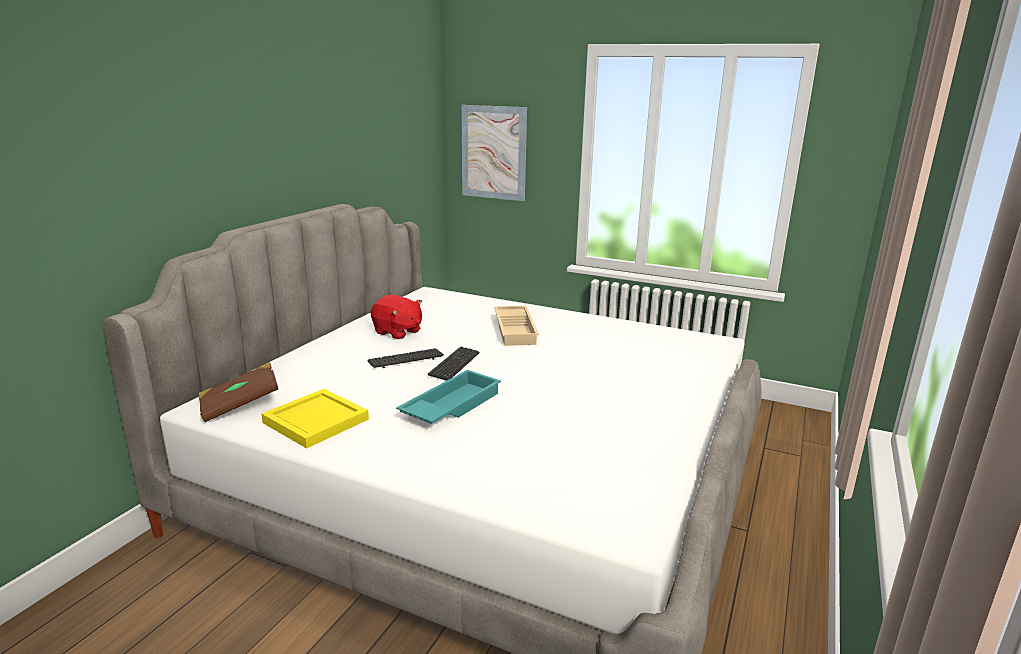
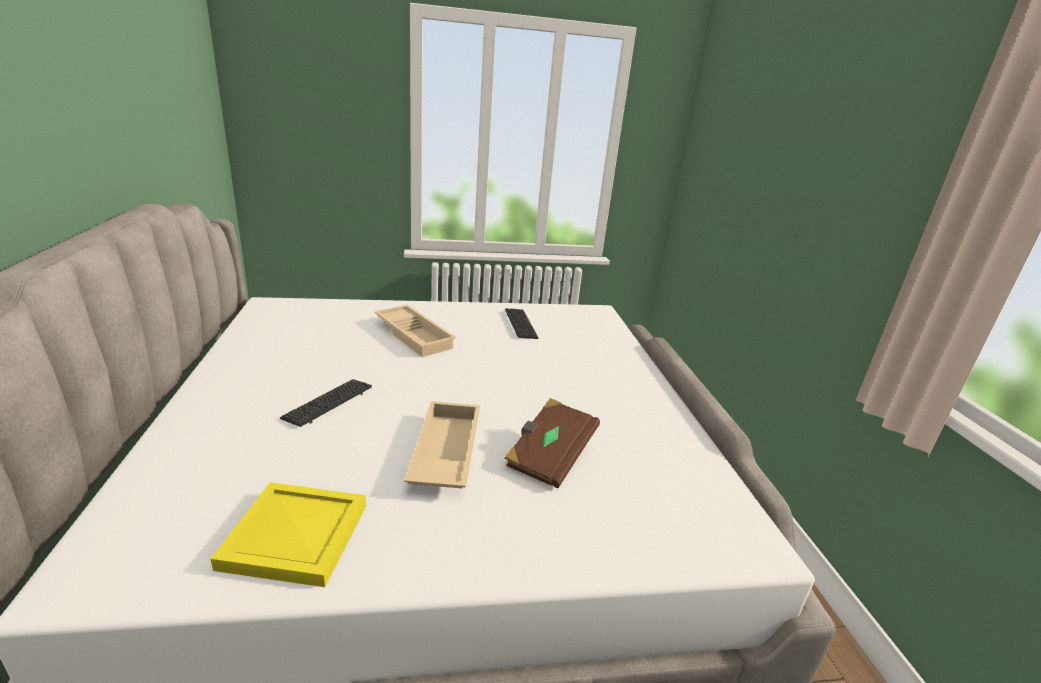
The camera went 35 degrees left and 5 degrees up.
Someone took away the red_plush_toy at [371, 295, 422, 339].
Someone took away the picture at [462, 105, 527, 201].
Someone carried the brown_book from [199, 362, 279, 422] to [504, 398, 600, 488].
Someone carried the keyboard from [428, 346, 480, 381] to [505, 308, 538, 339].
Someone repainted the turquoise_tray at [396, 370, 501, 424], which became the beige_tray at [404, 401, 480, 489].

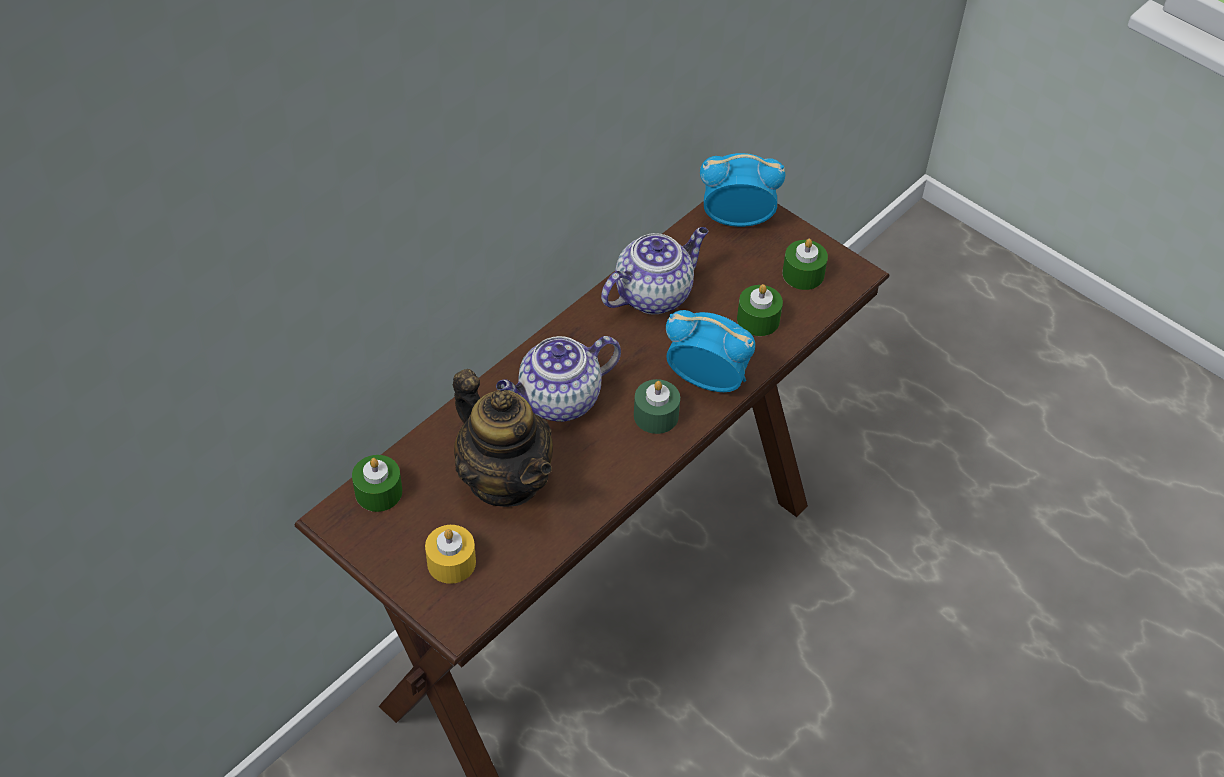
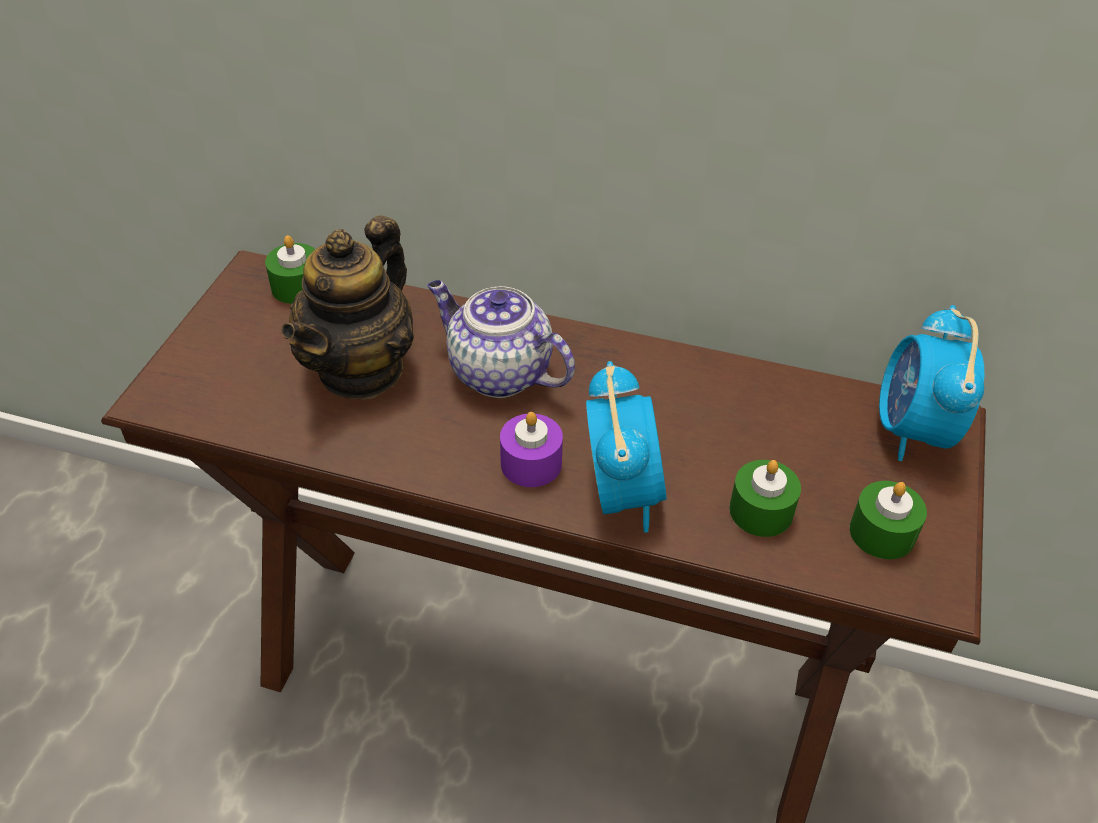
The camera went 65 degrees right and 5 degrees down.
Someone took away the yellow_candle at [425, 525, 476, 584].
Someone took away the teapot at [601, 227, 708, 315].
Someone repainted the green_candle at [634, 379, 680, 434], which became the purple_candle at [500, 412, 563, 487].
Someone rotated the alarm_clock at [700, 153, 785, 227] by 150 degrees counterclockwise.

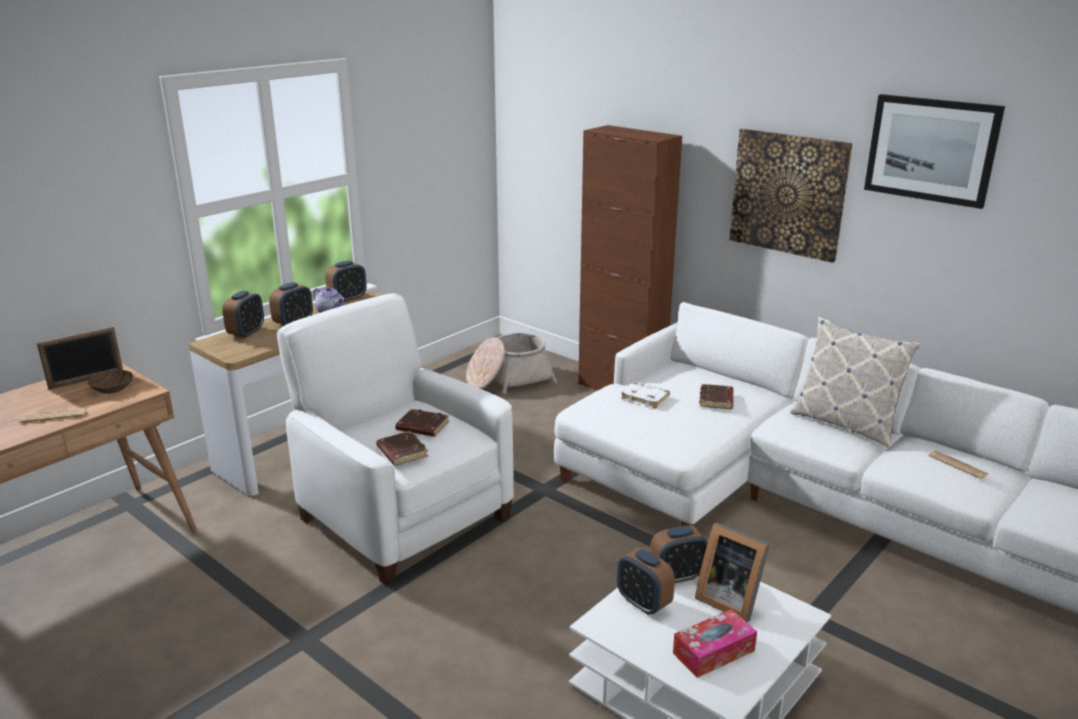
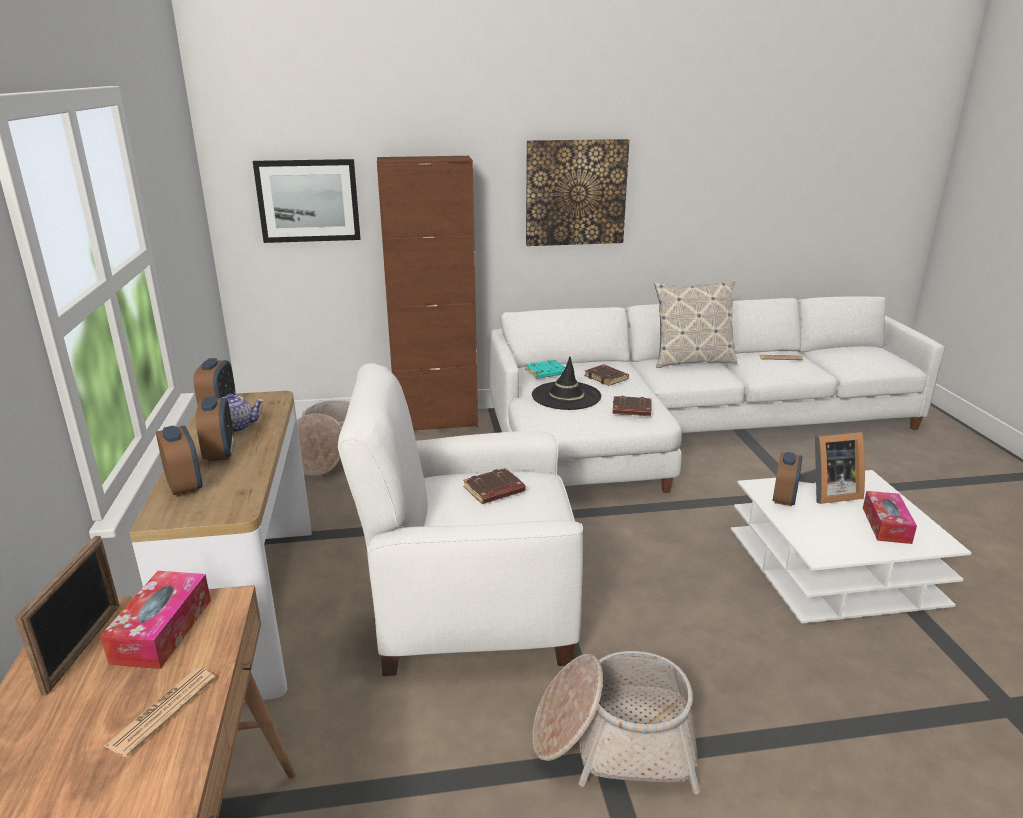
The camera went 50 degrees left and 0 degrees up.
Someone took away the alarm_clock at [617, 547, 675, 615].
Someone put down the turquoise_book at [525, 360, 565, 379].
Someone put down the basket at [532, 651, 700, 794].
Someone carried the brown_book from [376, 431, 428, 466] to [613, 396, 652, 416].
Someone carried the picture from [864, 94, 1005, 209] to [253, 159, 361, 243].
Someone swapped the brown_bowl at [88, 370, 133, 394] for the tissue_box at [100, 571, 211, 669].
Someone swapped the white_book at [621, 382, 670, 408] for the black_hat at [532, 357, 601, 410].

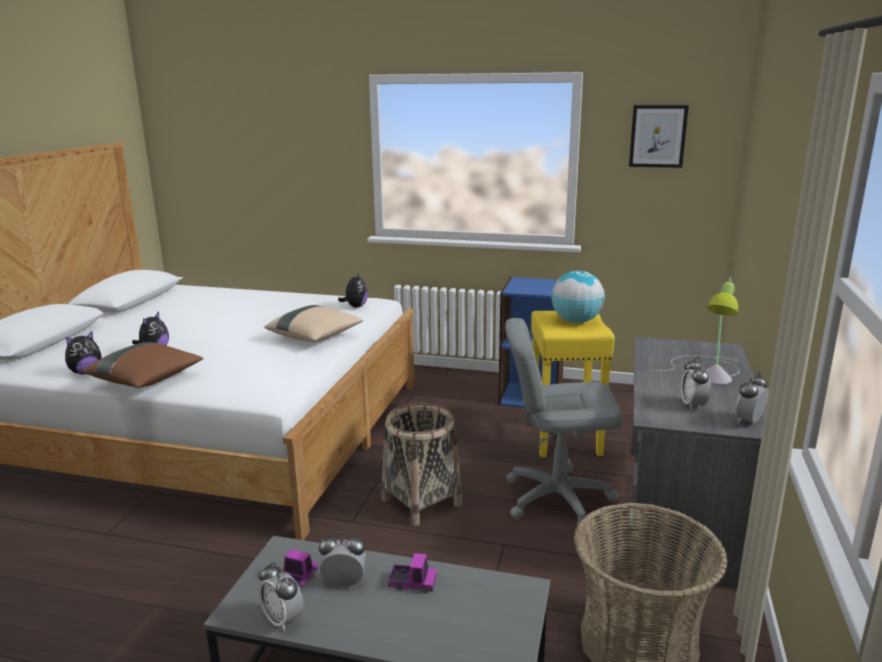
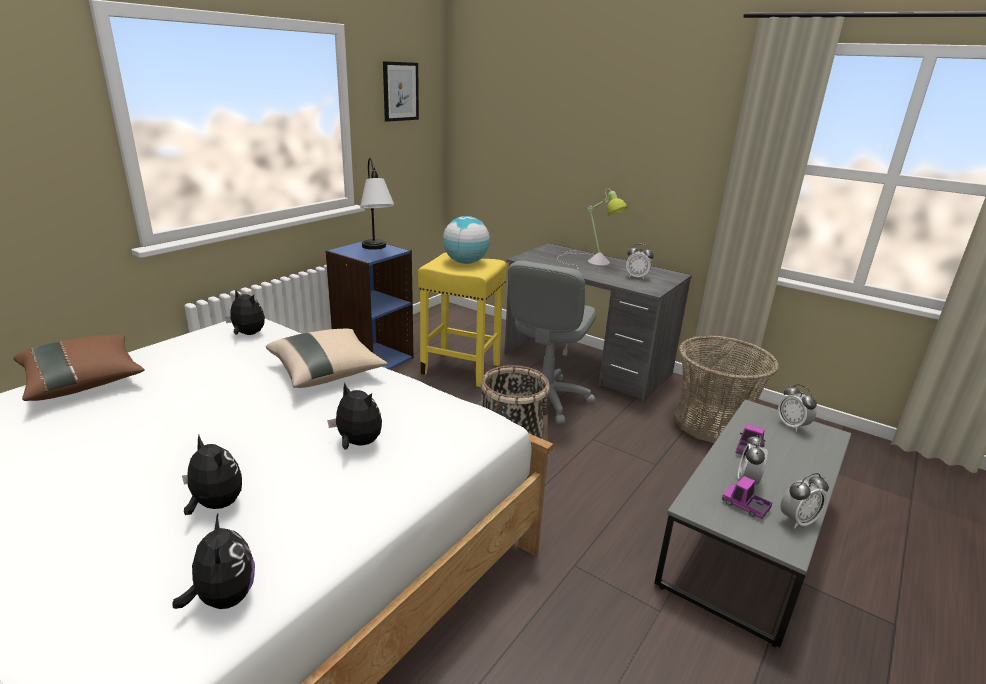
The camera went 70 degrees left and 5 degrees up.
Someone put down the plush_toy at [327, 383, 382, 450].
Someone put down the table_lamp at [360, 158, 395, 250].
Someone carried the brown_pillow from [82, 342, 203, 388] to [14, 335, 145, 401].
Someone carried the alarm_clock from [735, 372, 769, 424] to [778, 384, 817, 432].

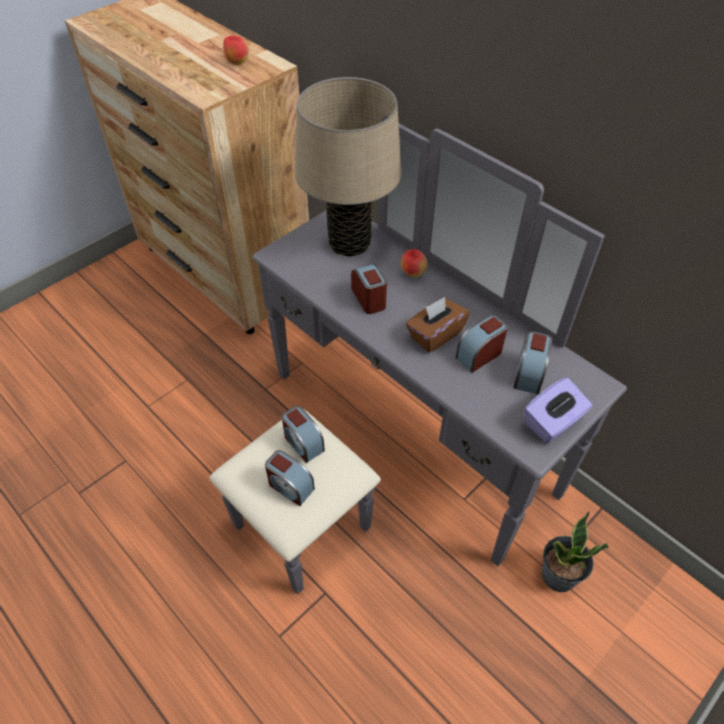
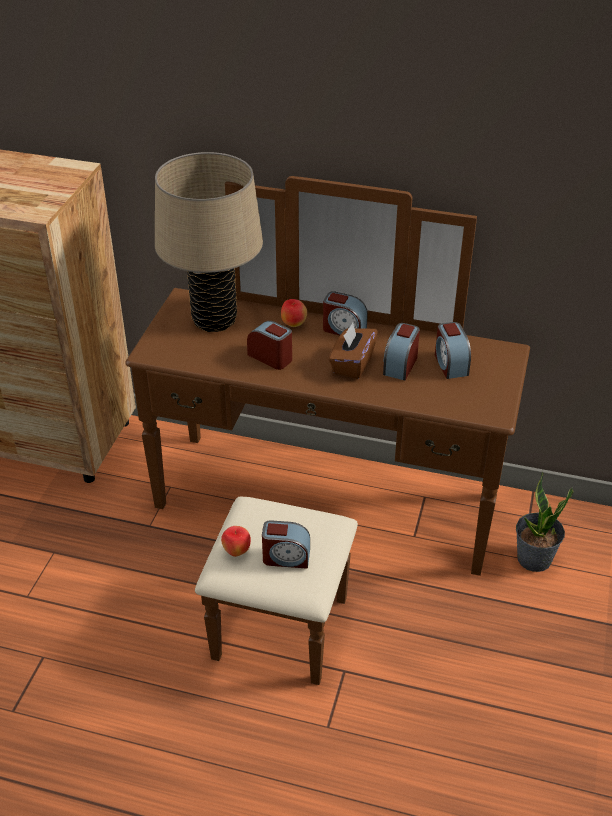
The camera went 30 degrees left and 10 degrees down.
Someone took away the purple_tissue_box at [524, 377, 592, 443].
Someone carried the apple from [223, 35, 249, 65] to [221, 526, 251, 557].
Someone carried the alarm_clock from [282, 406, 325, 463] to [323, 291, 368, 335].
Someone repainted the grey_dresser at [209, 116, 627, 594], which became the brown_dresser at [125, 176, 530, 685].

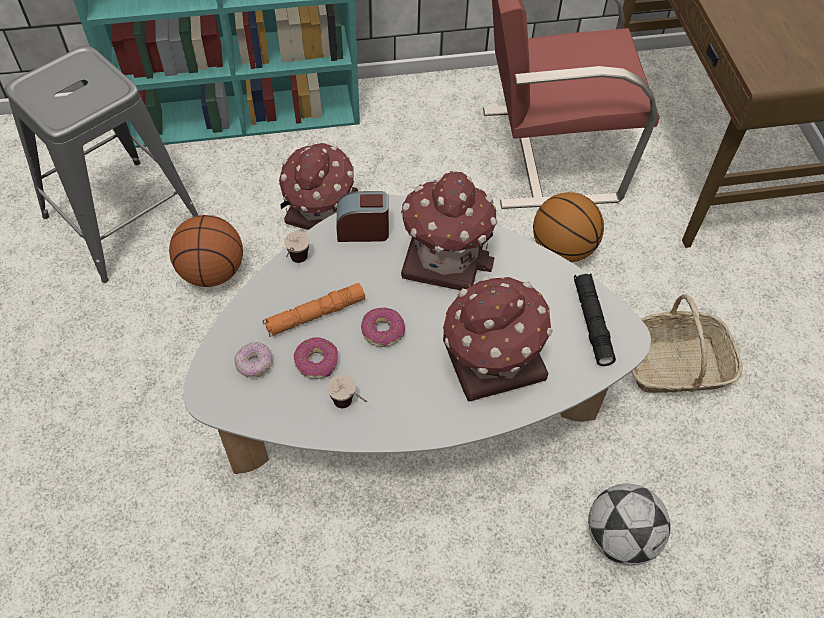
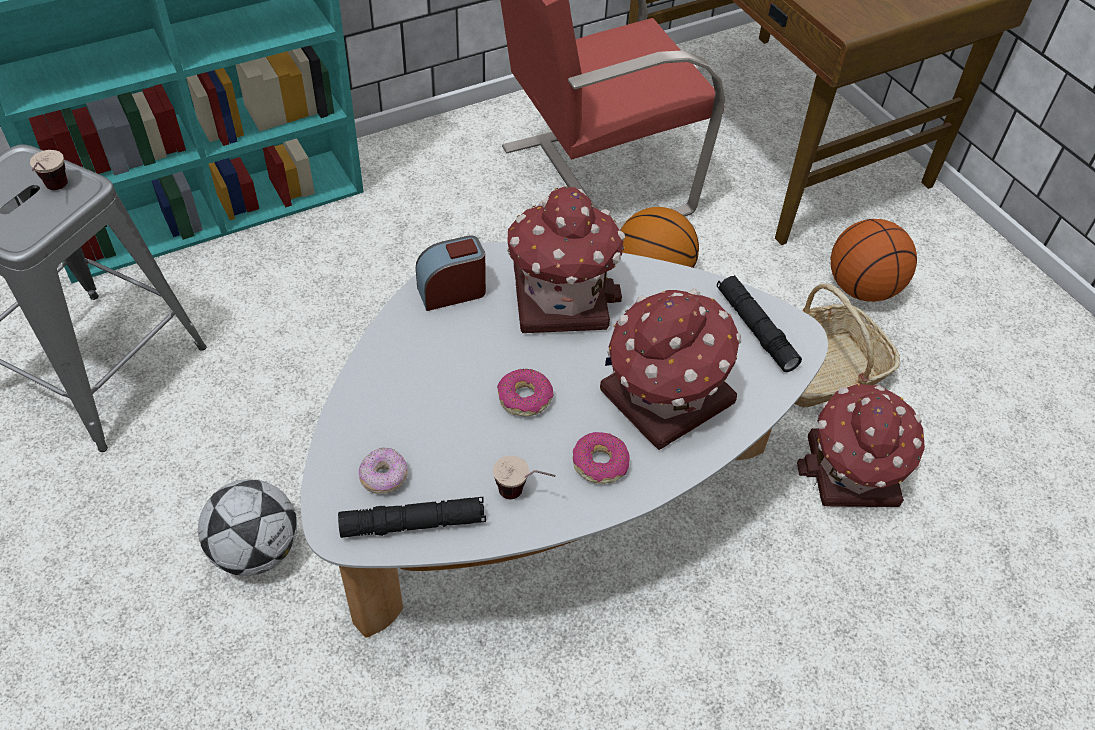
The camera went 20 degrees left and 5 degrees down.
Someone took away the orange_flashlight at [262, 283, 365, 337].
Someone put down the black_flashlight at [338, 497, 486, 538].
Someone carried the basketball from [169, 215, 243, 287] to [831, 219, 917, 302].
Someone carried the toy_house from [279, 142, 358, 230] to [797, 384, 925, 507].
Someone carried the cup from [284, 231, 310, 263] to [30, 150, 68, 190].
Someone carried the donut from [294, 337, 338, 379] to [573, 432, 630, 484].
Someone carried the football from [588, 483, 670, 566] to [198, 479, 297, 576].

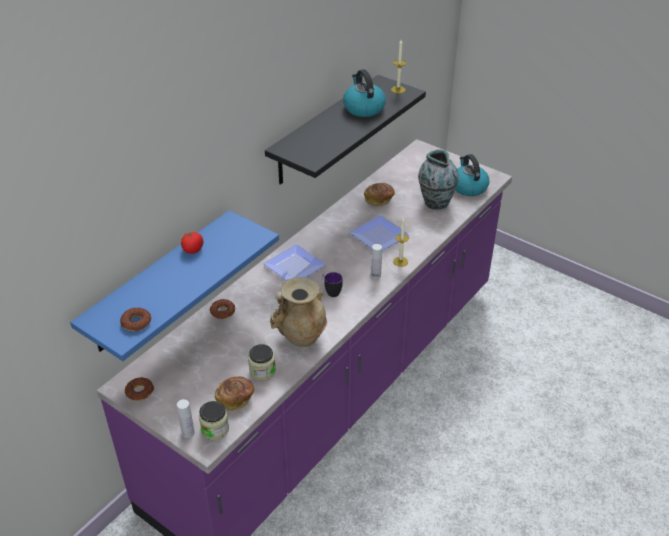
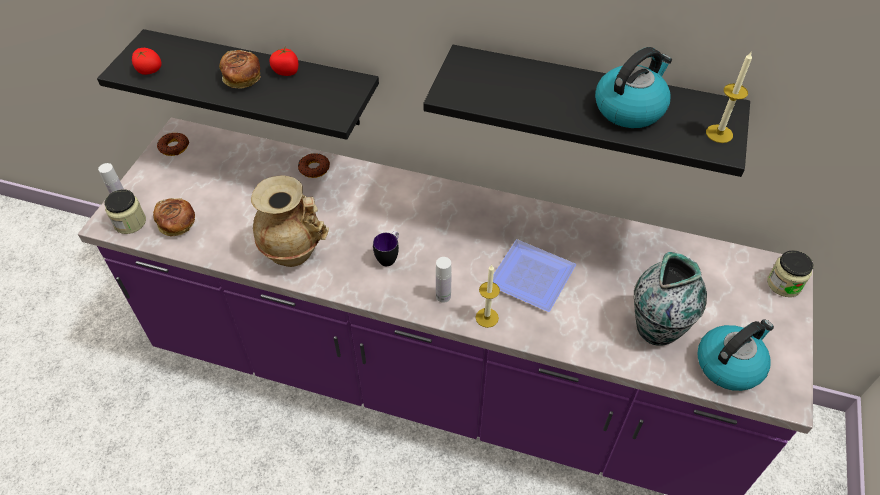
The camera went 70 degrees right and 10 degrees up.
Someone took away the plate at [263, 244, 326, 281].
Someone carried the jar from [248, 344, 276, 381] to [767, 251, 814, 297].
Someone carried the bread from [364, 183, 395, 206] to [219, 50, 261, 89].
Someone swapped the donut at [120, 308, 151, 331] for the tomato at [132, 48, 162, 75].
Someone repainted the blue_shelf at [70, 210, 279, 361], which became the black_shelf at [97, 29, 379, 140].

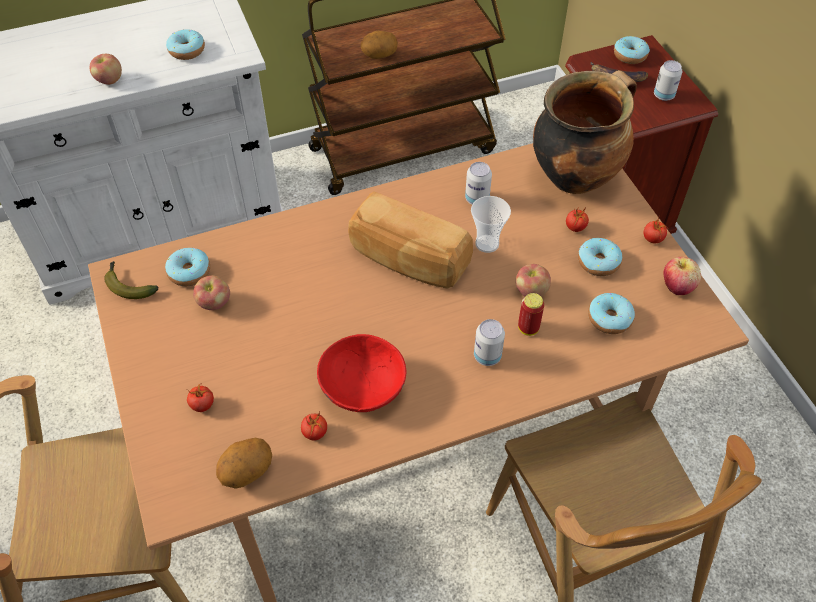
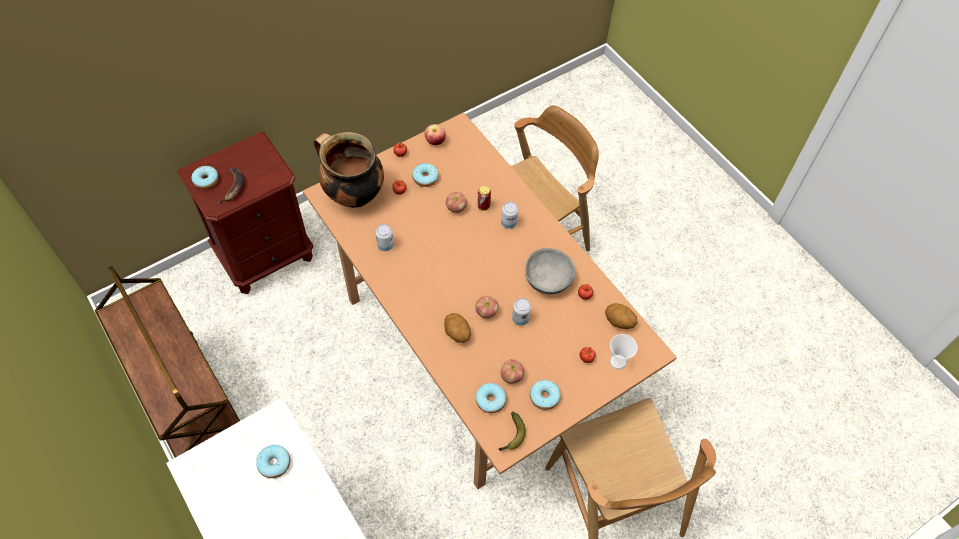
The camera went 105 degrees left and 5 degrees up.
Someone took away the bread at [348, 191, 473, 289].
Someone carried the apple from [90, 54, 122, 85] to [475, 296, 498, 318].
Someone carried the potato from [361, 30, 398, 59] to [444, 313, 471, 343].
Someone carried the cup from [471, 196, 511, 253] to [610, 334, 638, 369].
Someone carried the donut from [588, 293, 635, 334] to [530, 380, 561, 410].
Someone carried the can from [654, 60, 682, 101] to [512, 298, 531, 326].
Someone repainted the red_bowl at [317, 334, 407, 412], which became the grey_bowl at [525, 248, 575, 294].

